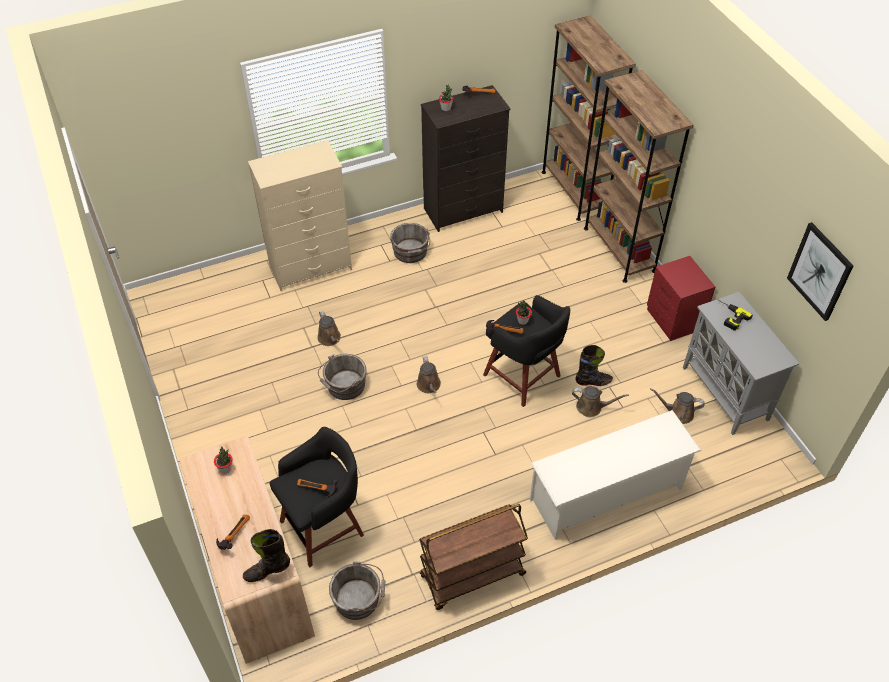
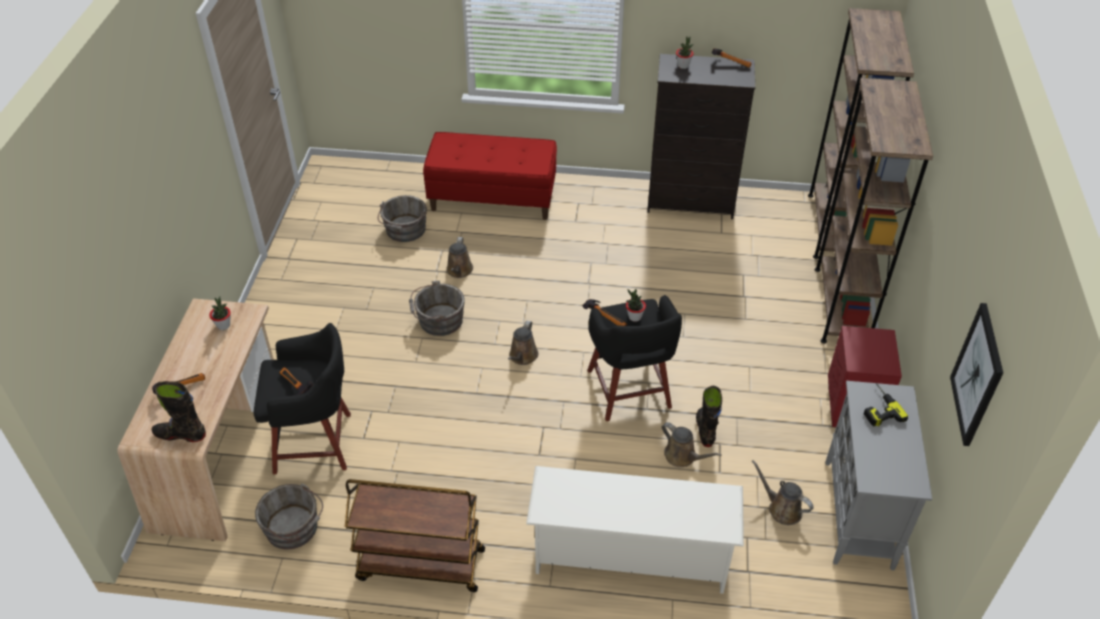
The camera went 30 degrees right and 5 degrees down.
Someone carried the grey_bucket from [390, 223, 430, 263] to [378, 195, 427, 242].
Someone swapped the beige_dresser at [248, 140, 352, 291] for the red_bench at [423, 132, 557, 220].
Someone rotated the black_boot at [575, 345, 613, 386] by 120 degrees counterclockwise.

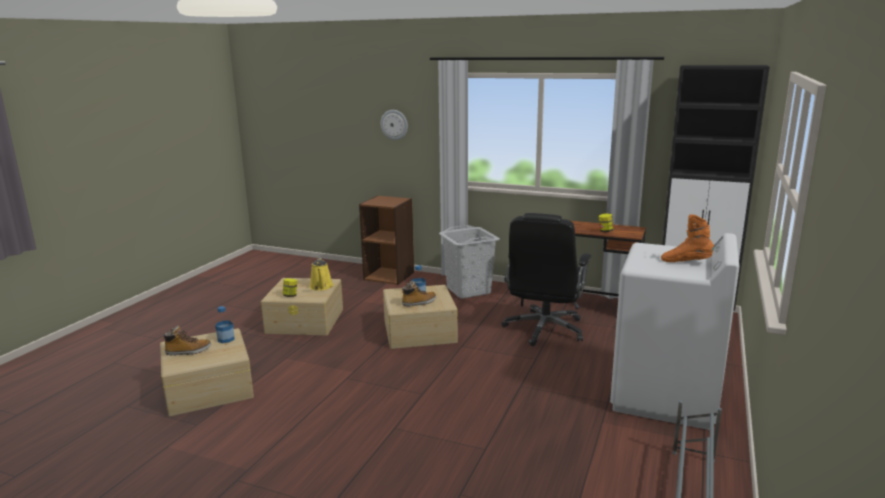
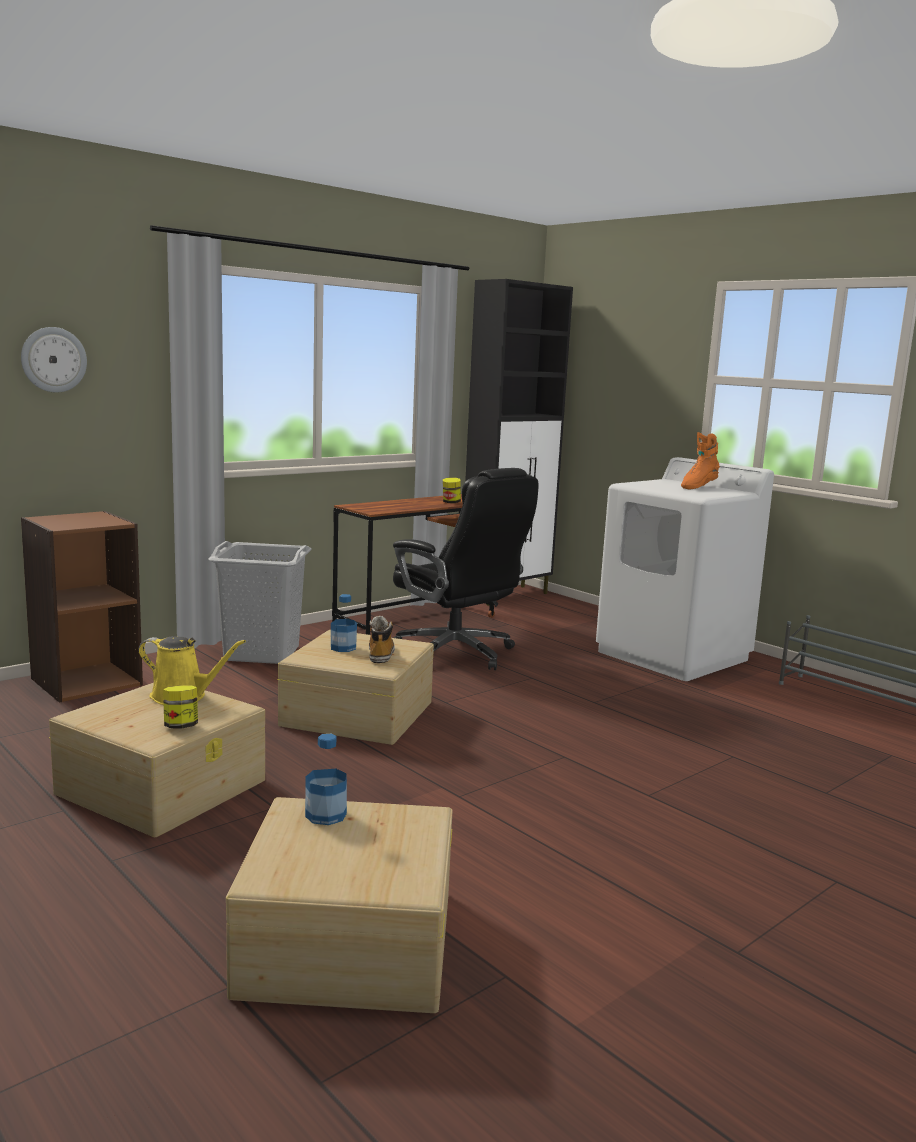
The camera went 65 degrees left and 5 degrees down.
Someone took away the boot at [162, 326, 211, 355].

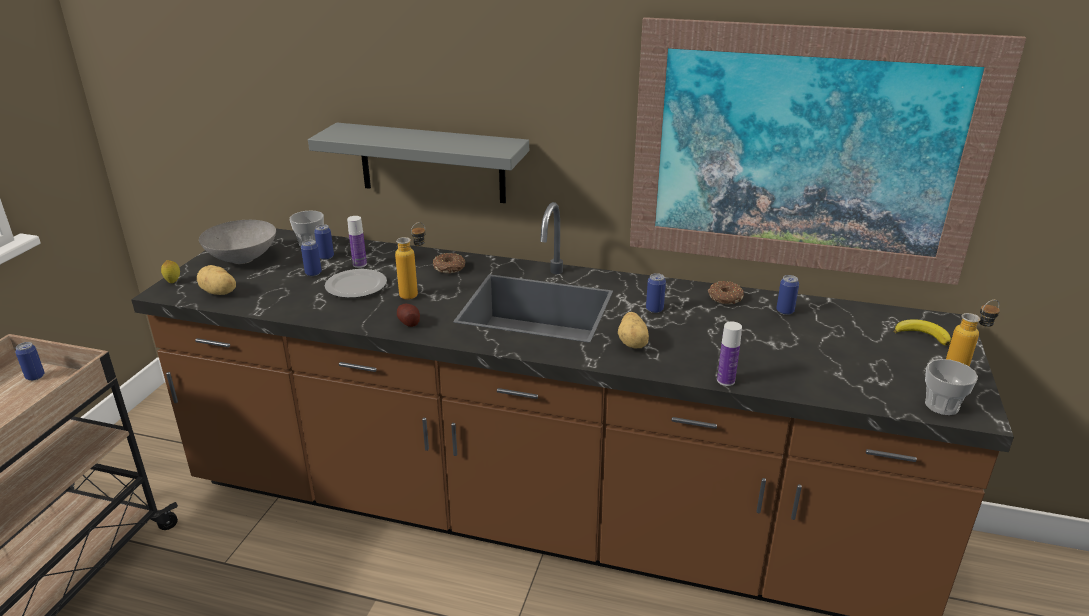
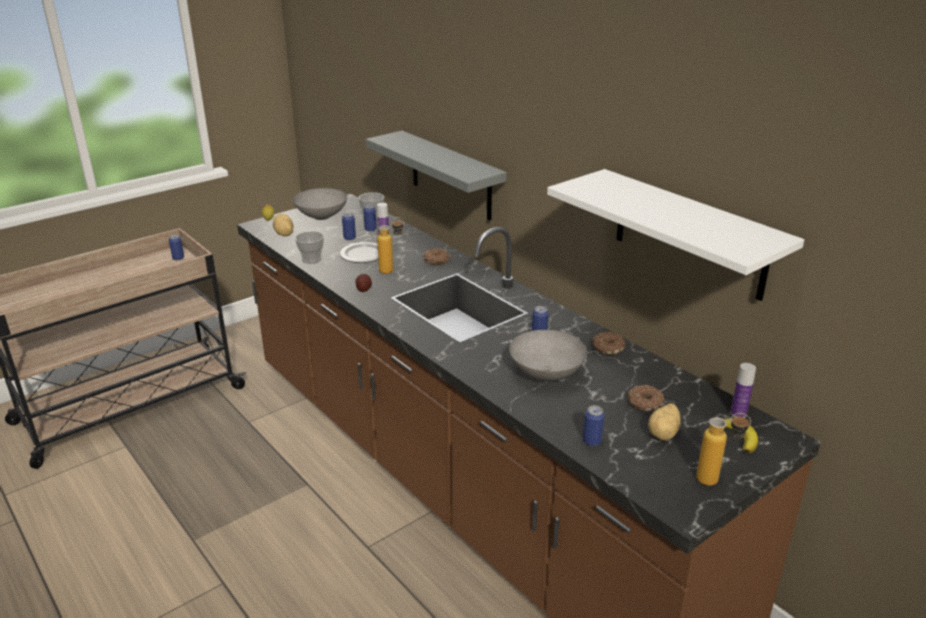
The camera went 35 degrees right and 0 degrees up.
Someone put down the grey_bowl at [509, 330, 587, 381].
Someone put down the donut at [627, 385, 665, 411].
Someone carried the potato from [618, 312, 649, 348] to [648, 403, 681, 441].
Someone carried the bottle from [717, 322, 742, 386] to [730, 363, 756, 418].
Someone carried the can from [776, 275, 799, 315] to [583, 405, 605, 447].
Someone carried the cup from [925, 359, 978, 415] to [295, 231, 324, 264].
Someone swapped the picture at [630, 17, 1026, 285] for the white_shelf at [547, 169, 804, 301].

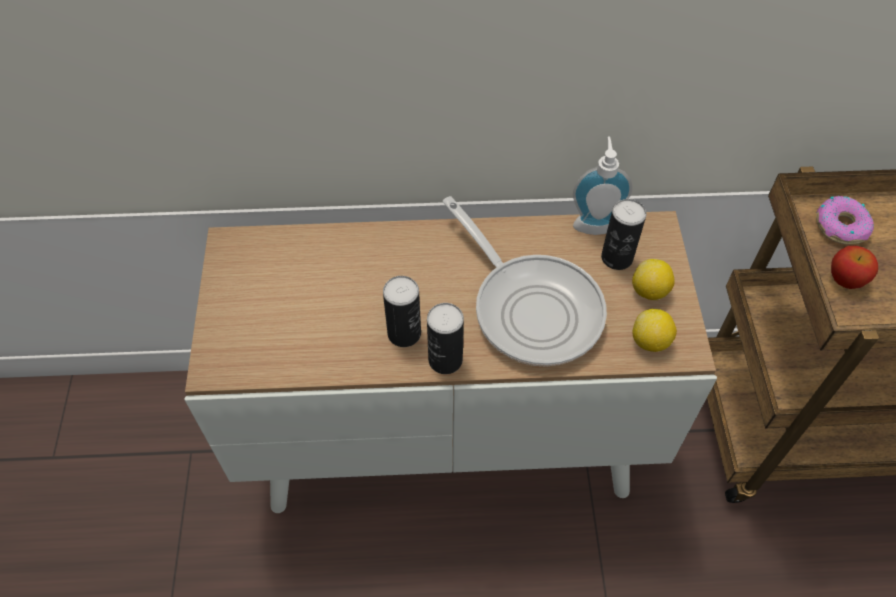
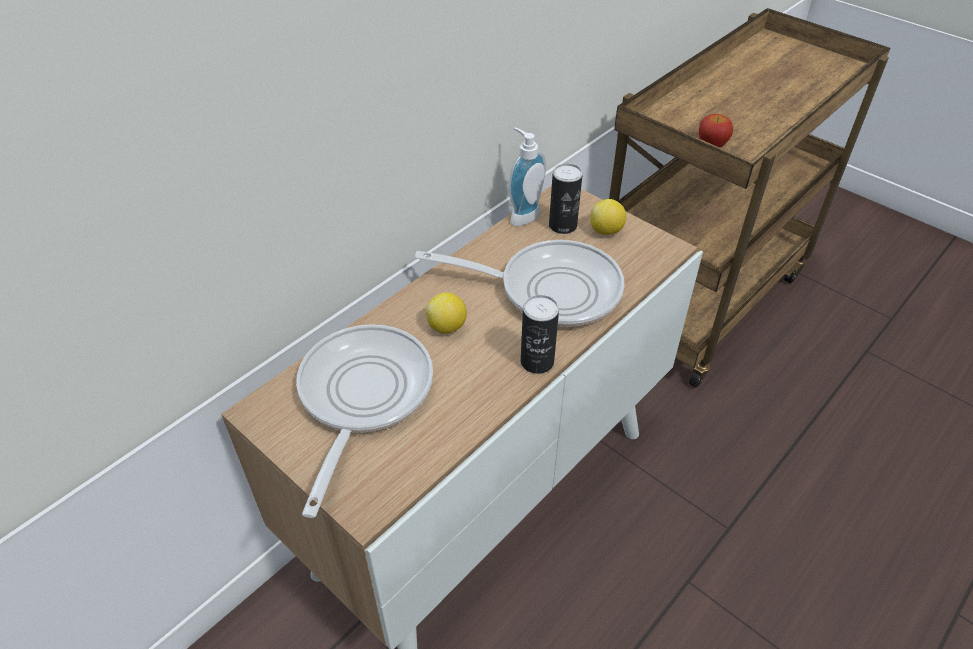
The camera went 45 degrees left and 10 degrees down.
Someone took away the can at [383, 276, 421, 347].
Someone took away the donut at [816, 196, 874, 244].
Someone put down the frying_pan at [296, 324, 433, 518].
Someone carried the lemon from [632, 309, 677, 352] to [426, 293, 467, 334].

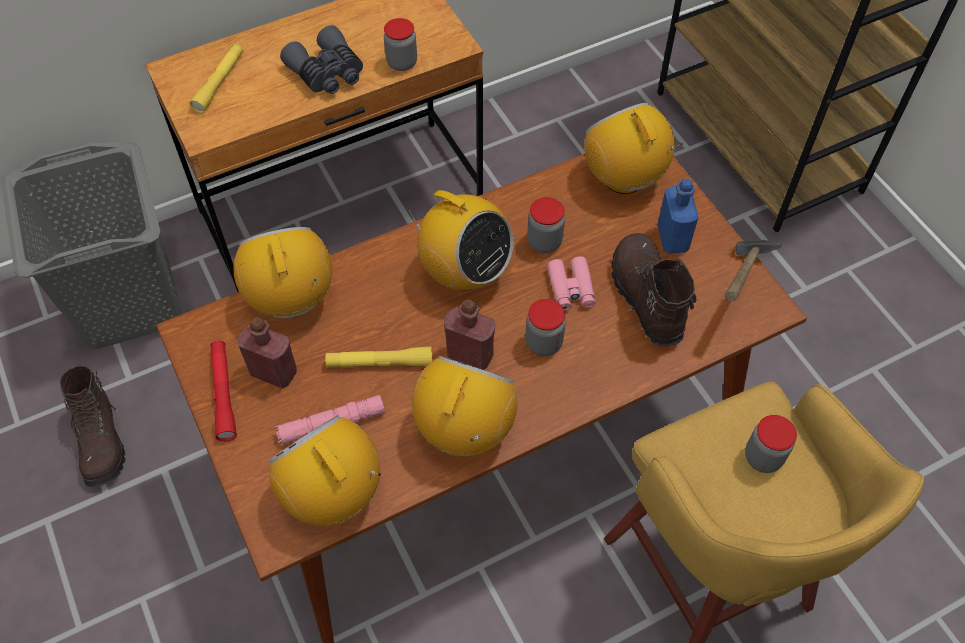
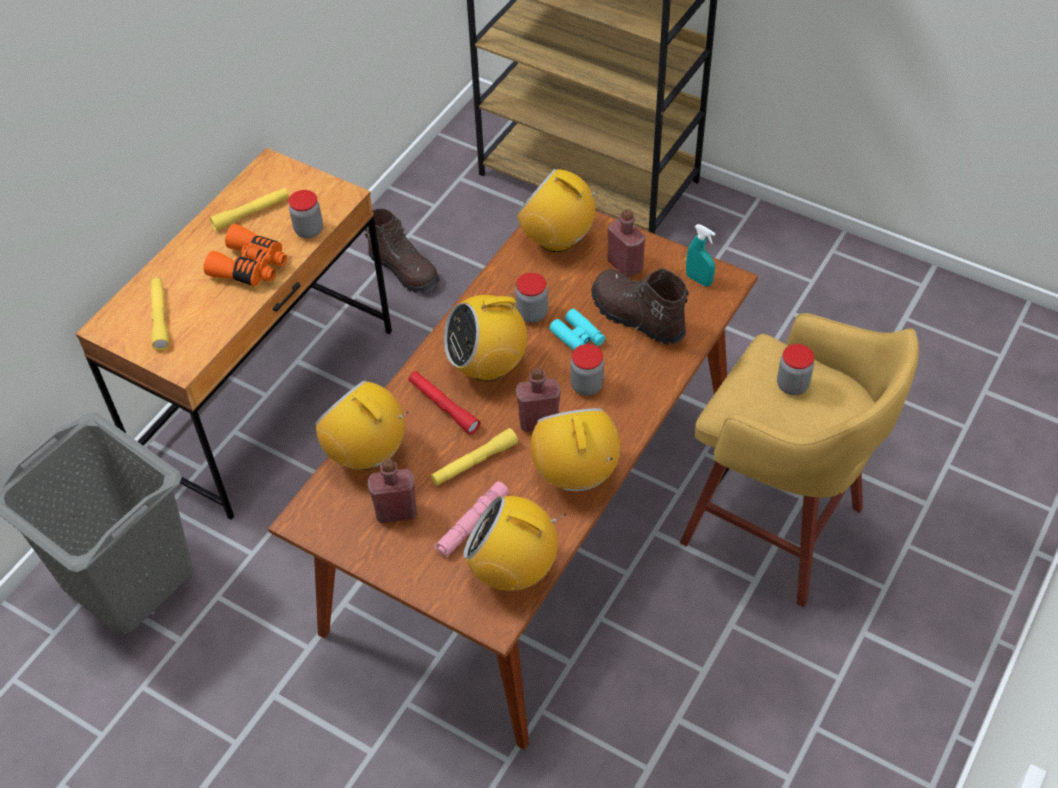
The camera went 30 degrees left and 5 degrees down.
Someone put down the yellow_flashlight at [209, 187, 289, 231].
Someone carried the brown_boot from [60, 366, 125, 487] to [365, 209, 440, 294].
Someone carried the red_flashlight from [210, 341, 237, 441] to [408, 371, 480, 434].
Someone swapped the hammer at [725, 240, 782, 301] for the turquoise_spray_bottle at [686, 224, 716, 286].
Someone repainted the grey_binoculars at [280, 25, 363, 94], which became the orange_binoculars at [203, 224, 287, 286].
Someone repainted the pink_binoculars at [547, 256, 596, 311], which became the turquoise_binoculars at [549, 309, 605, 350].
Someone repainted the blue_bottle at [657, 179, 699, 254], which became the red_bottle at [607, 209, 646, 278].
Someone rotated the radio at [407, 190, 513, 290] by 150 degrees clockwise.

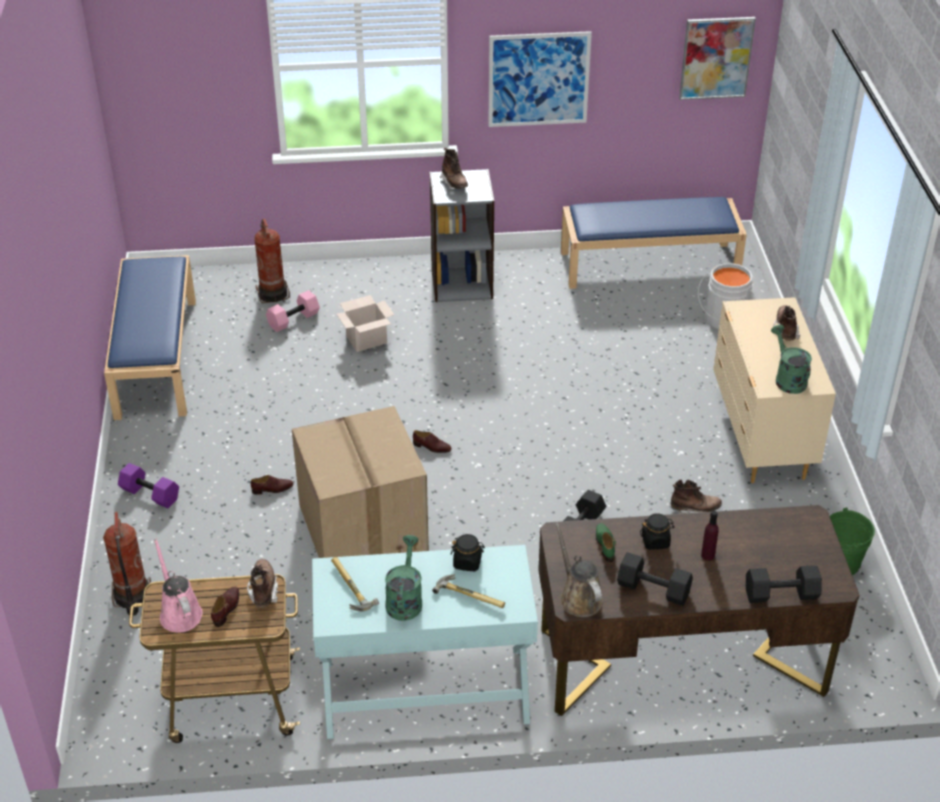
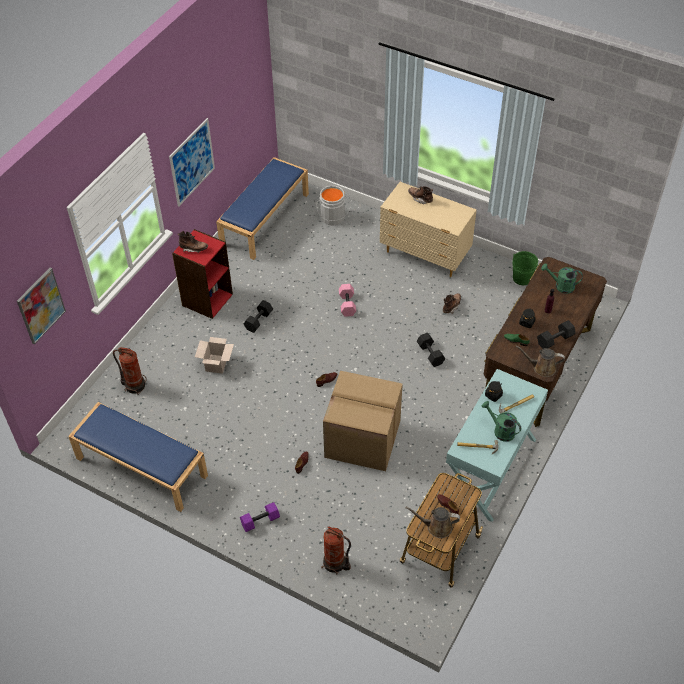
The camera went 55 degrees left and 10 degrees up.
Someone took away the brown_boot at [247, 559, 278, 608].
Someone carried the pink_dumbbell from [266, 290, 320, 332] to [339, 284, 356, 317].
Someone carried the picture from [679, 17, 756, 100] to [17, 268, 66, 344].
Someone carried the black_dumbbell from [746, 565, 822, 603] to [244, 300, 273, 333].
Someone carried the green_watering_can from [771, 325, 812, 394] to [541, 264, 583, 294].
Someone repainted the pink_watering_can at [154, 539, 203, 632], which became the brown_watering_can at [406, 507, 460, 538].
Someone repainted the grey_bookcase at [430, 169, 494, 302], which became the red_bookcase at [172, 229, 233, 319].

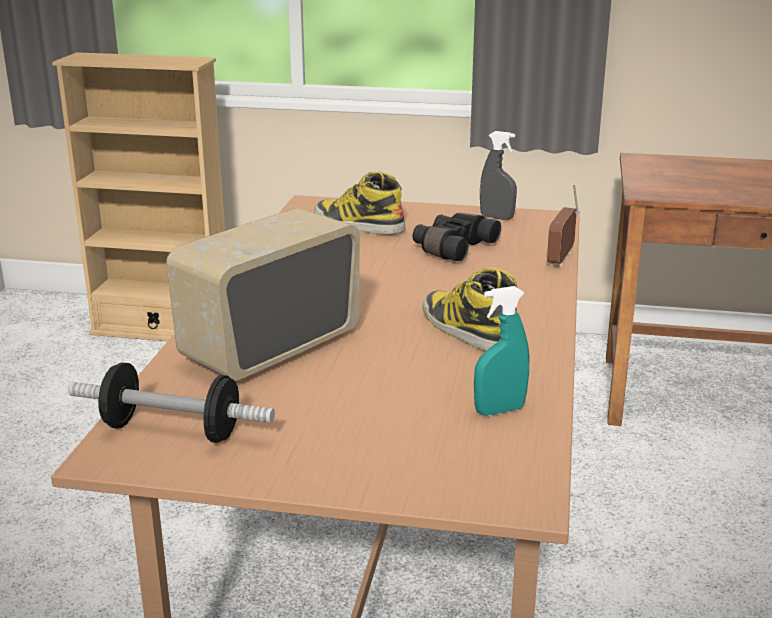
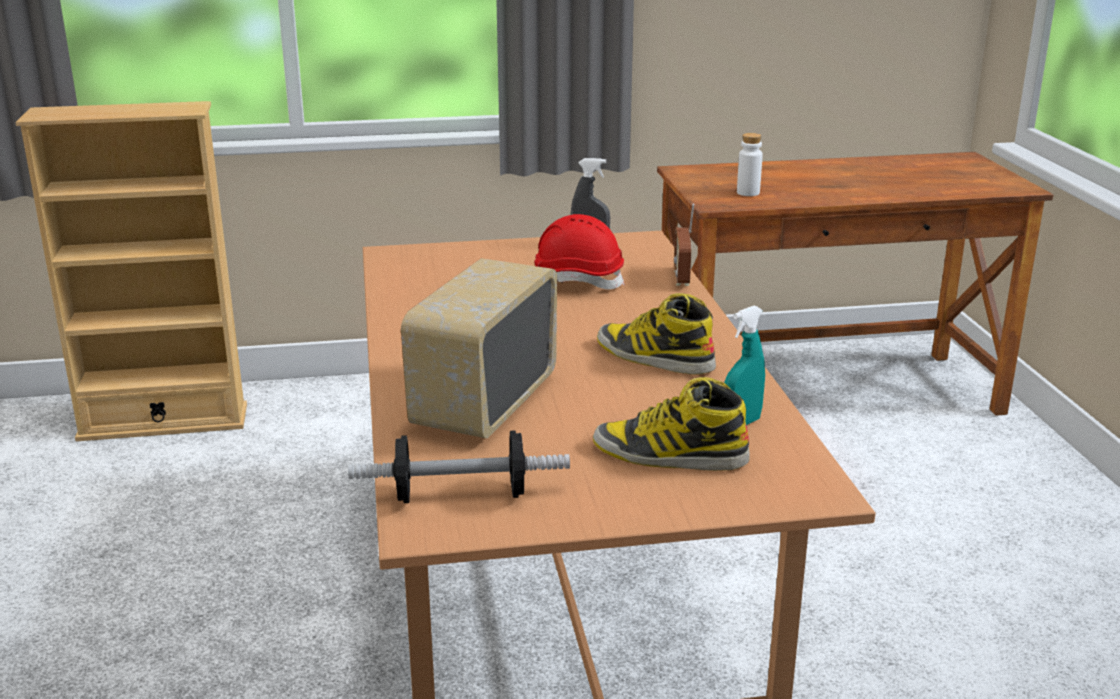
The camera went 20 degrees left and 0 degrees up.
Someone put down the white_bottle at [737, 133, 763, 196].
Someone carried the boot from [314, 171, 406, 235] to [593, 377, 749, 471].
Someone swapped the black_binoculars at [413, 213, 501, 262] for the red_hard_hat at [534, 214, 625, 289].

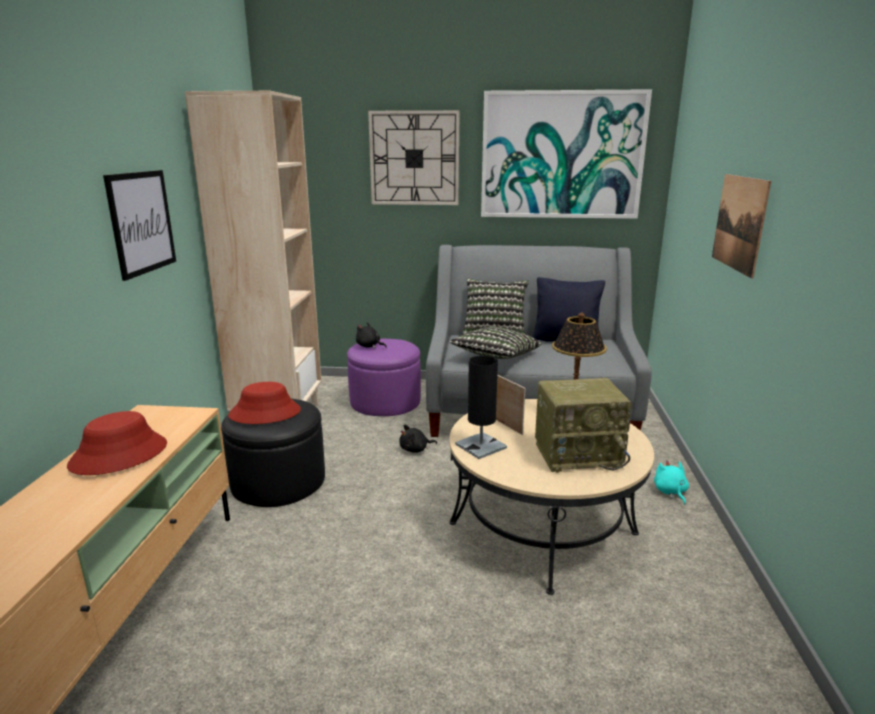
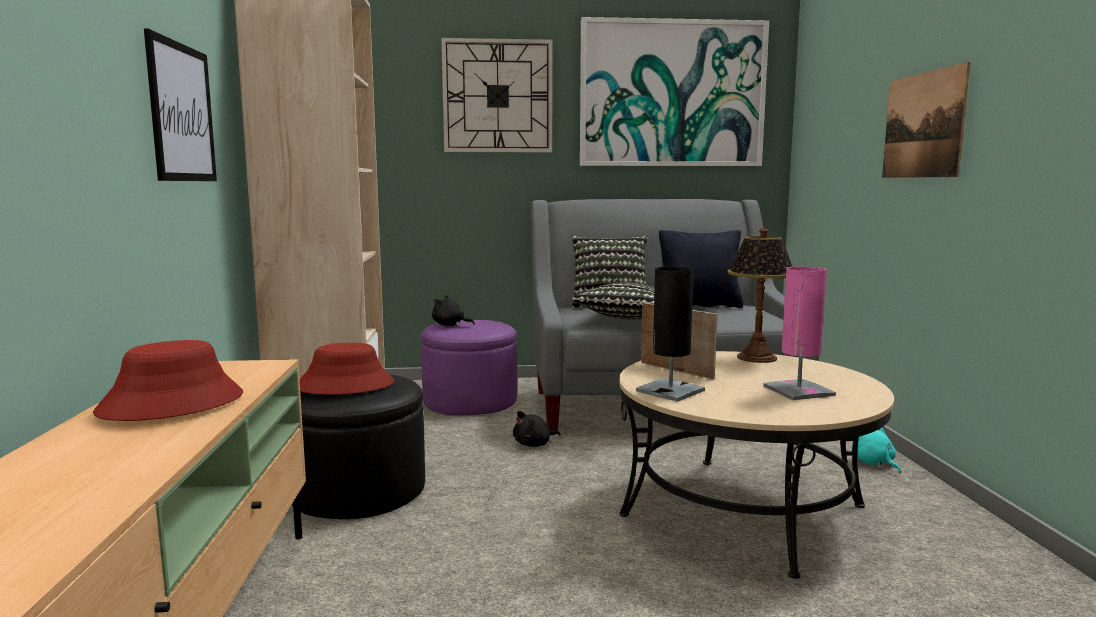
The camera went 10 degrees left and 10 degrees down.
Someone swapped the radio at [535, 378, 632, 473] for the pink_table_lamp at [763, 267, 836, 400].

